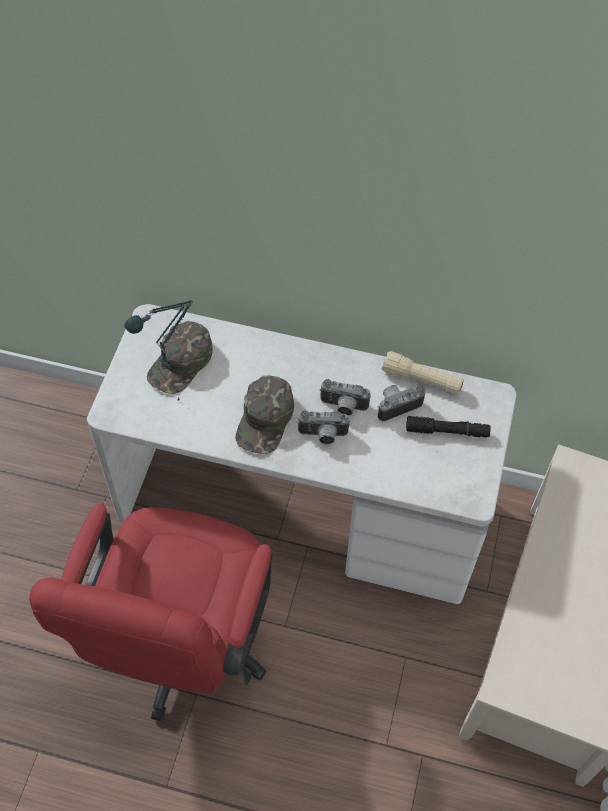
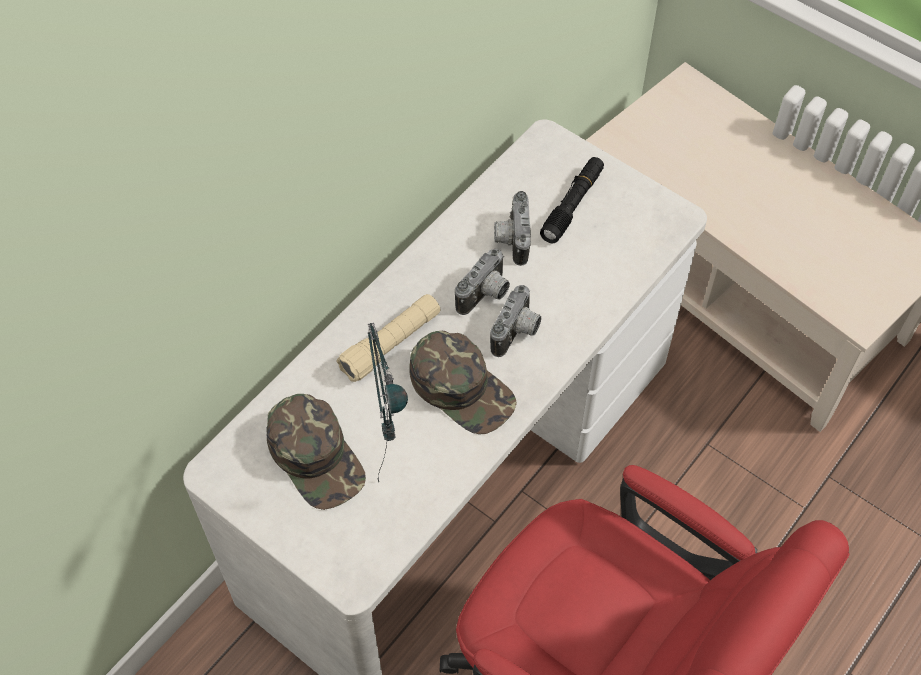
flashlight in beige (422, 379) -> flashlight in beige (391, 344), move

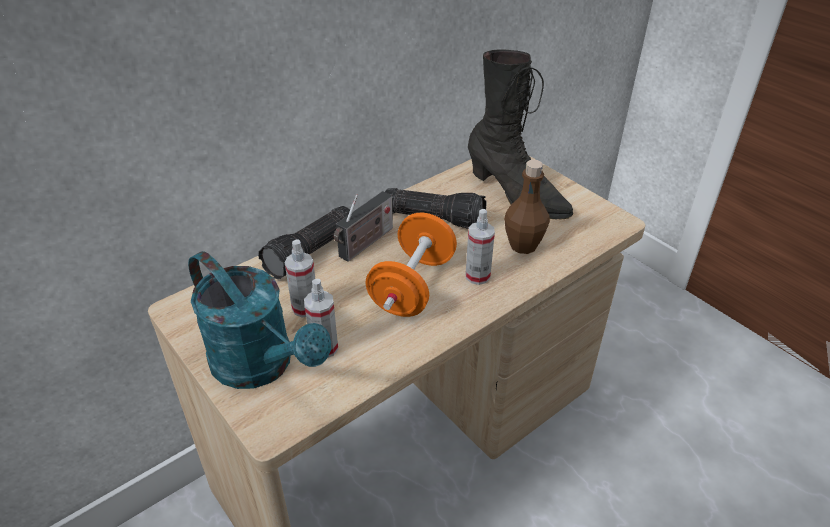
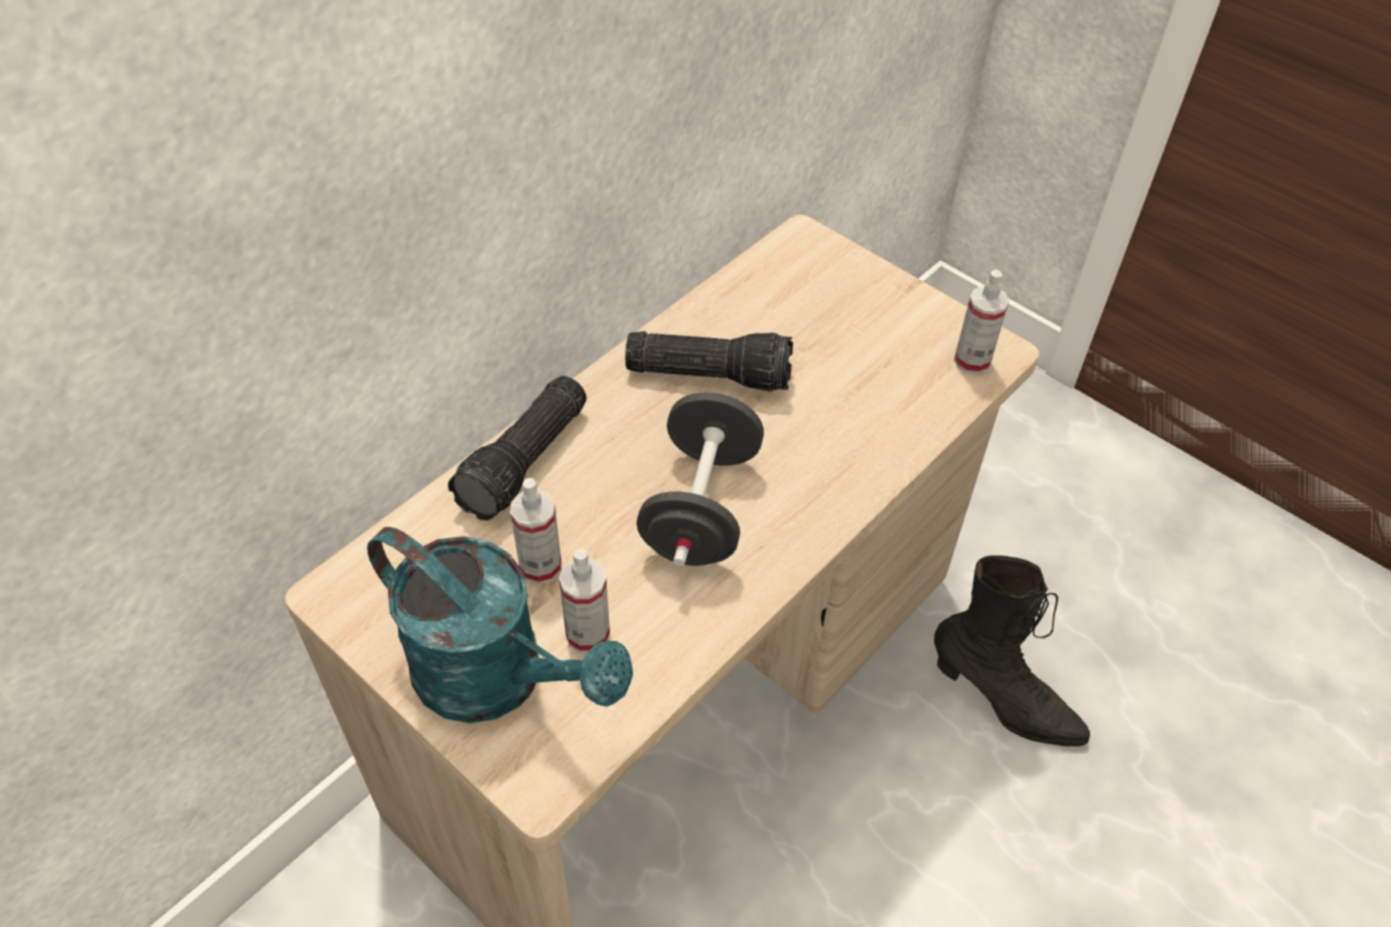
radio (364, 244) -> none
dumbbell in orange (412, 286) -> dumbbell in black (701, 507)
spray bottle (477, 276) -> spray bottle (972, 361), move
boot in black (516, 196) -> boot in black (1003, 702), move
bottle in brown (523, 245) -> none

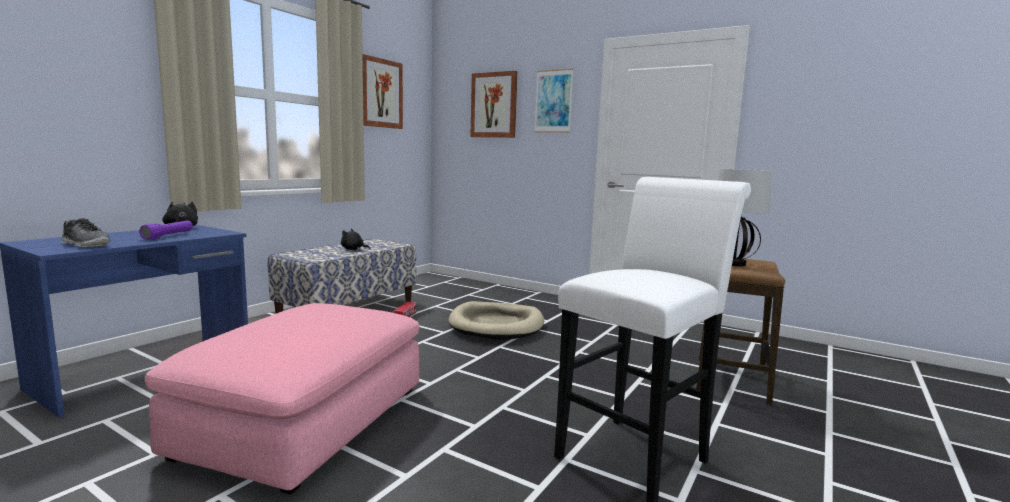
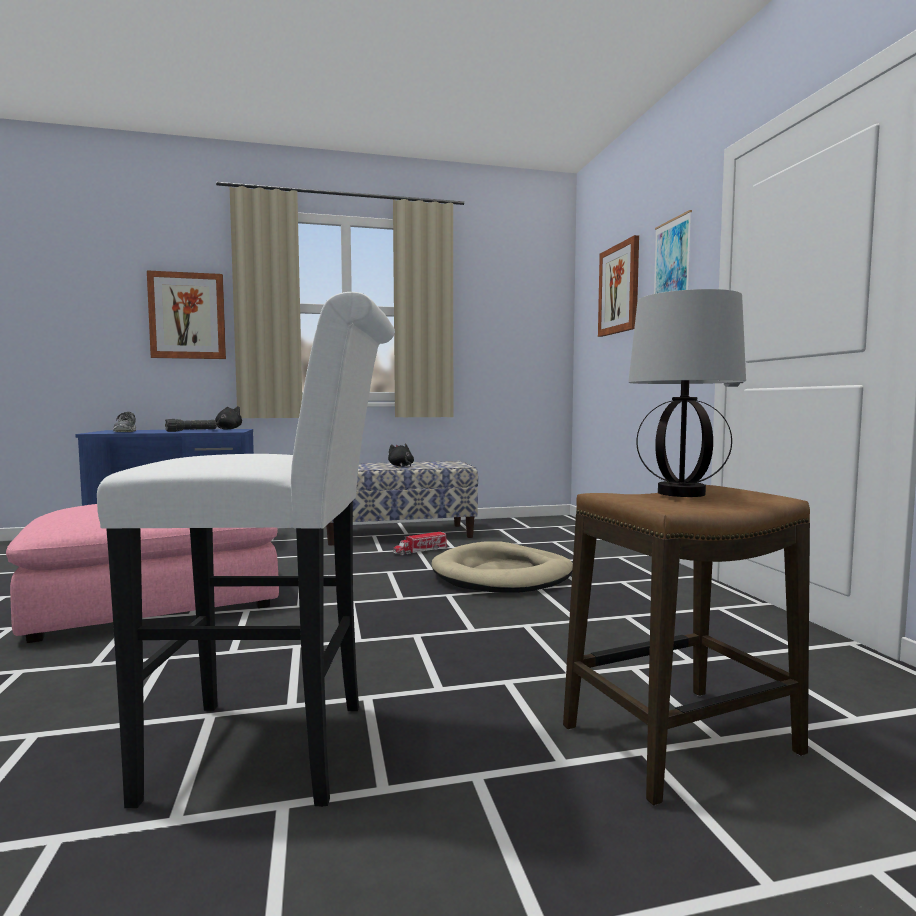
flashlight in purple (168, 236) -> flashlight in black (191, 431)
picture (381, 93) -> picture (187, 316), move

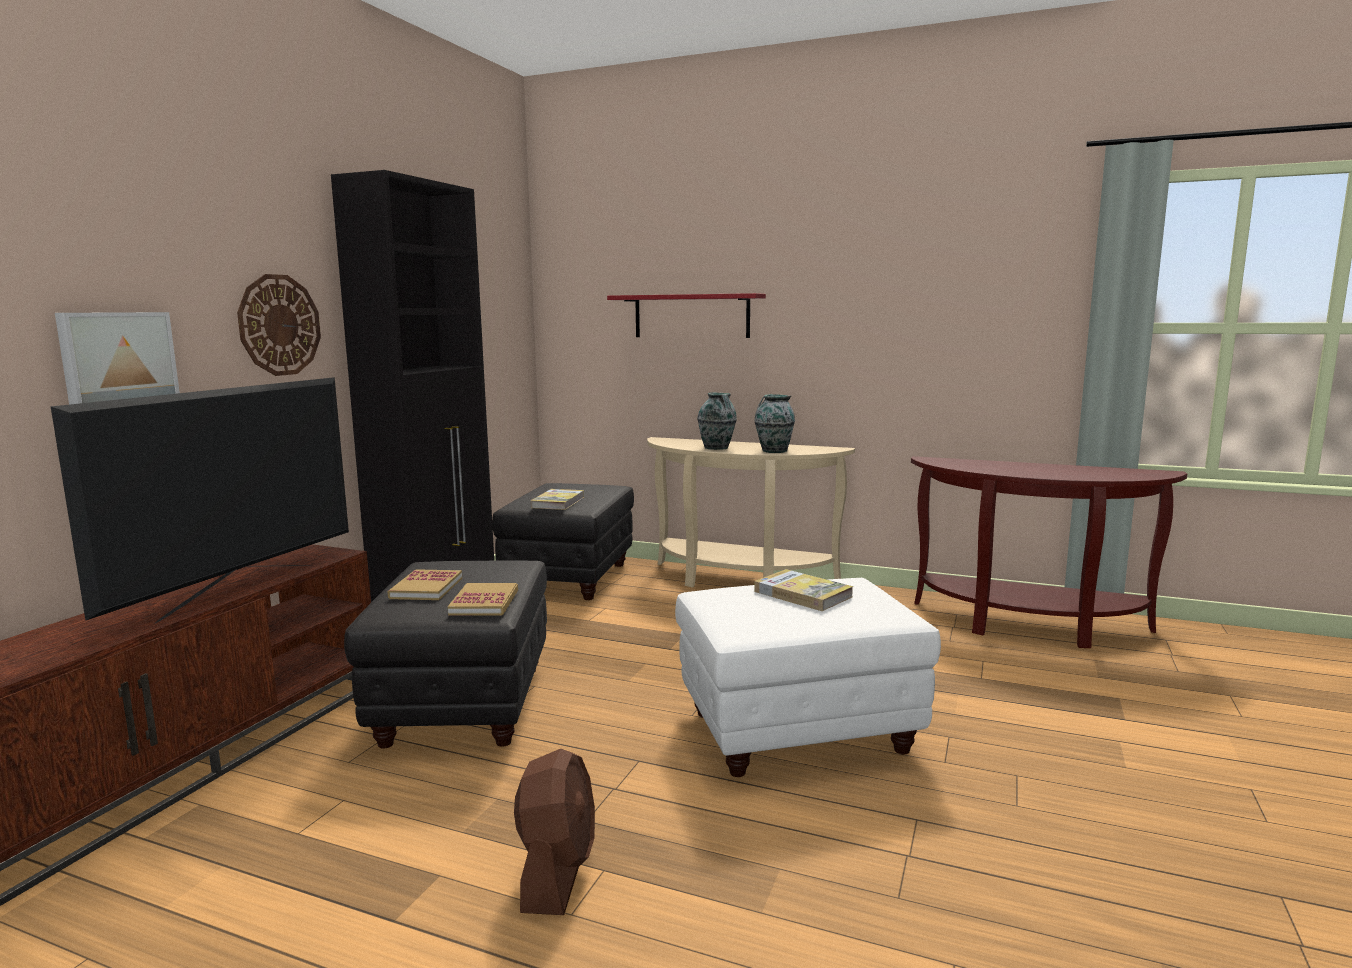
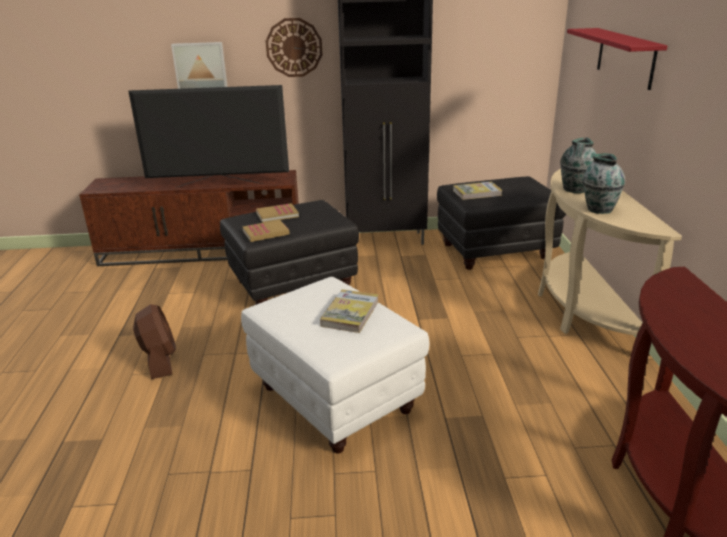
fan in brown (557, 871) -> fan in brown (160, 360), 90 degrees counterclockwise

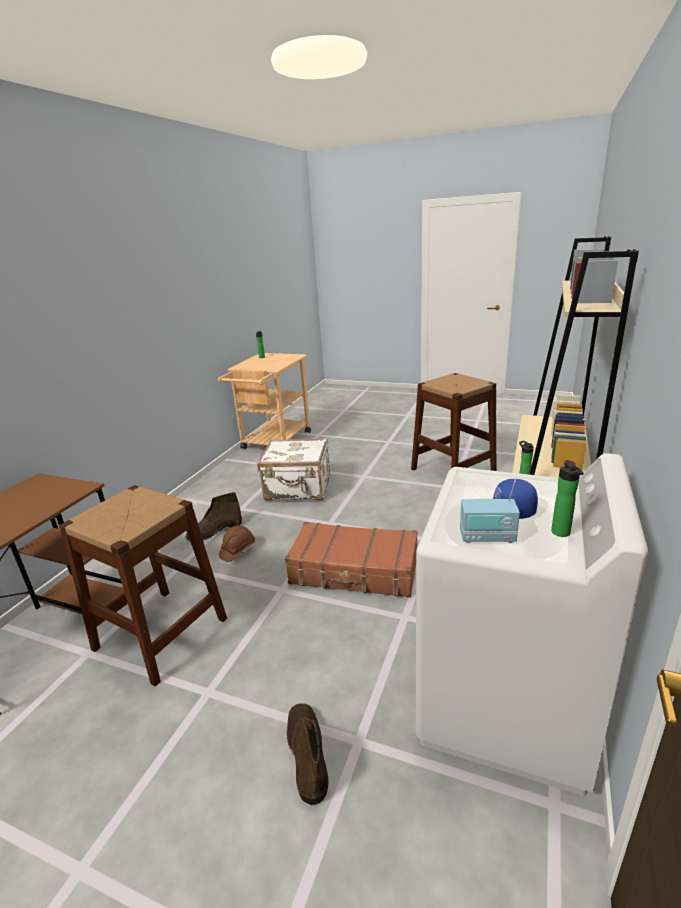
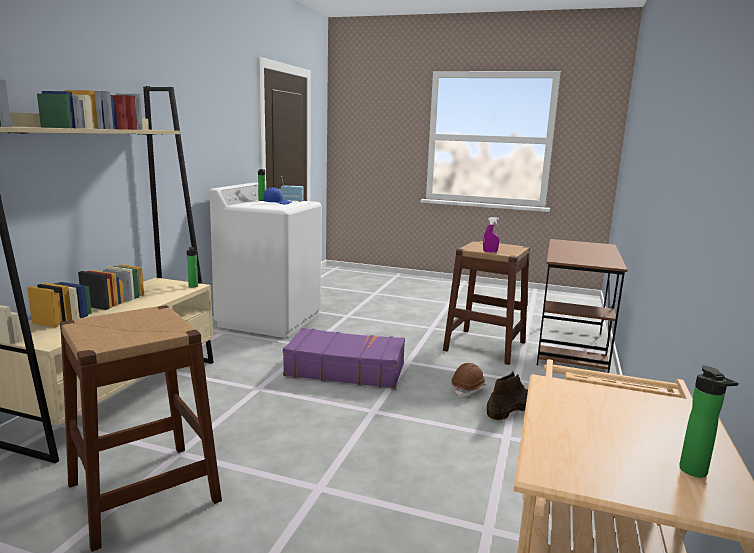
suitcase in white (298, 489) -> none
suitcase in brown (354, 571) -> suitcase in purple (345, 369)
boot in brown (307, 753) -> none
none -> spray bottle in purple (490, 252)

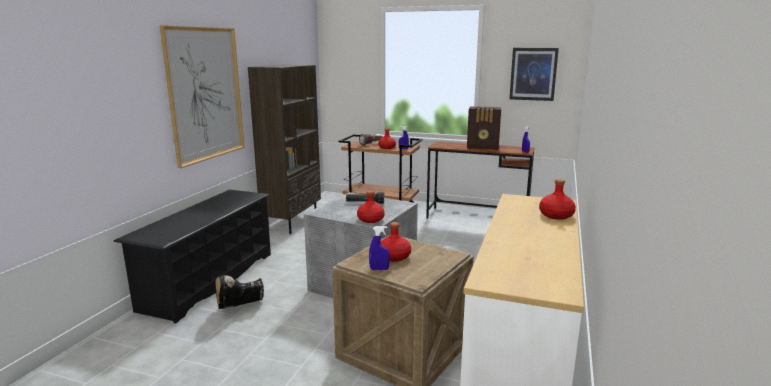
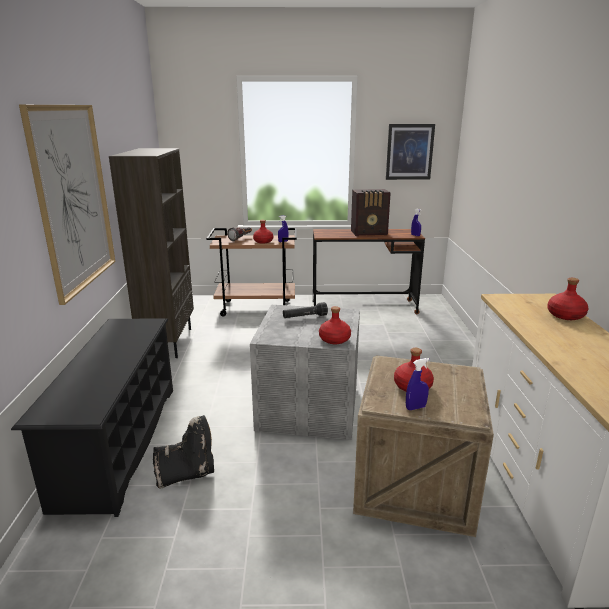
boot in black (239, 308) -> boot in black (188, 474), 150 degrees counterclockwise

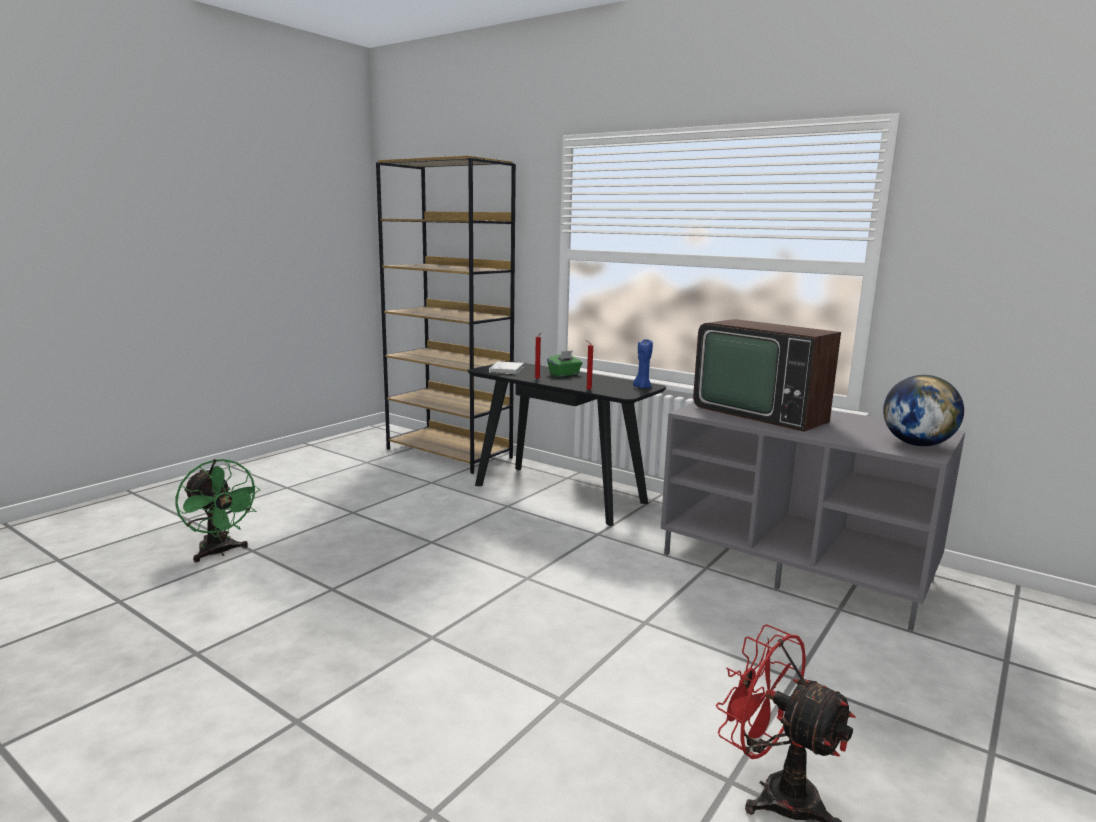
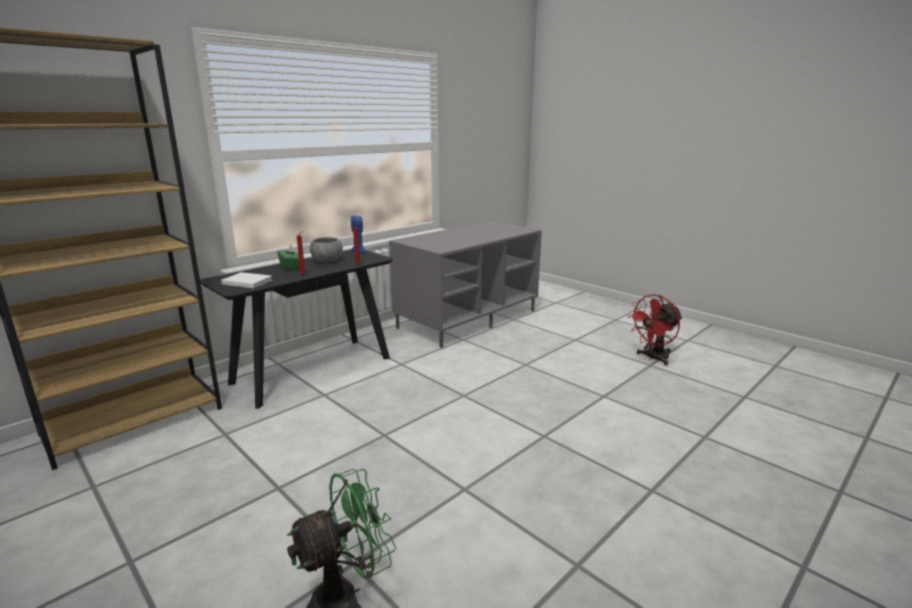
television (761, 412) -> none
globe (917, 444) -> none
none -> bowl in grey (327, 261)

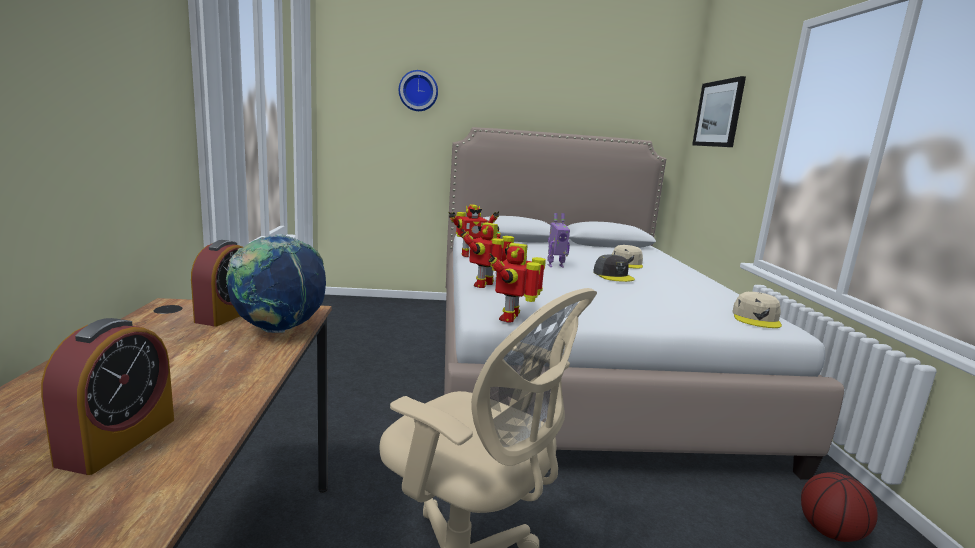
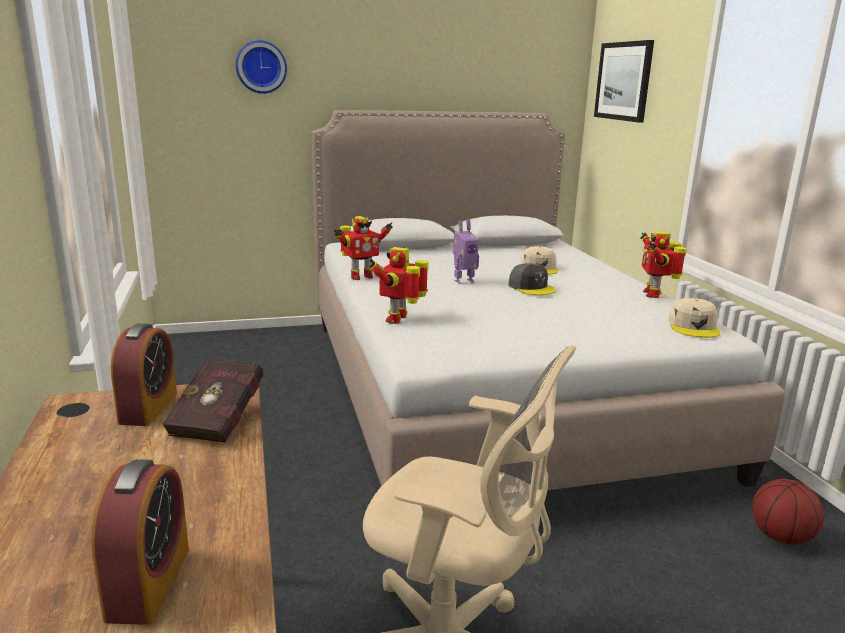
globe (278, 330) -> book in red (221, 420)
toy robot (512, 318) -> toy robot (653, 294), move

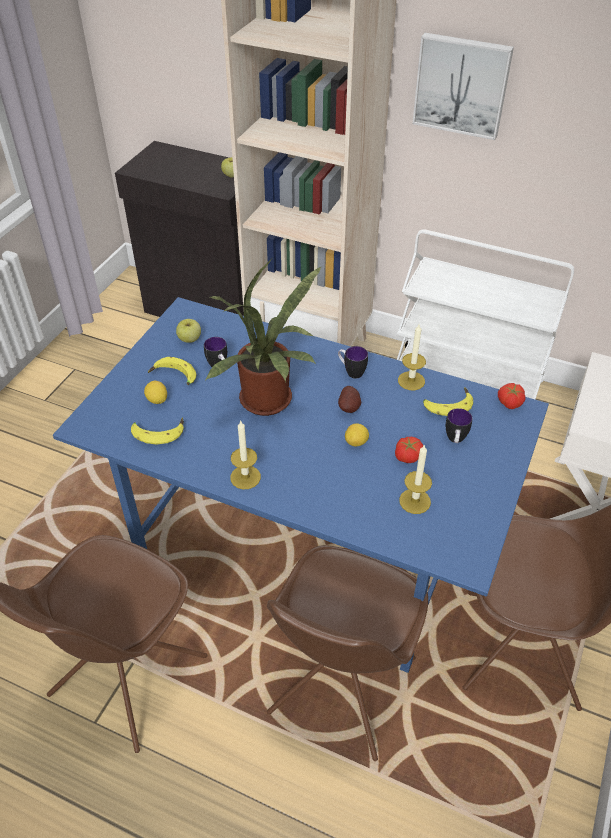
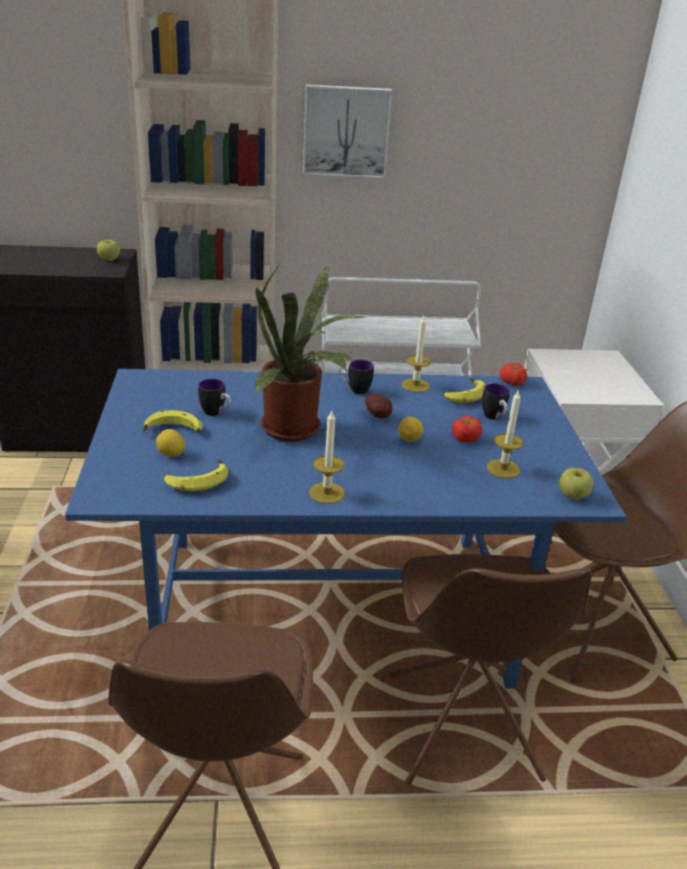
apple (190, 339) -> apple (573, 496), move

